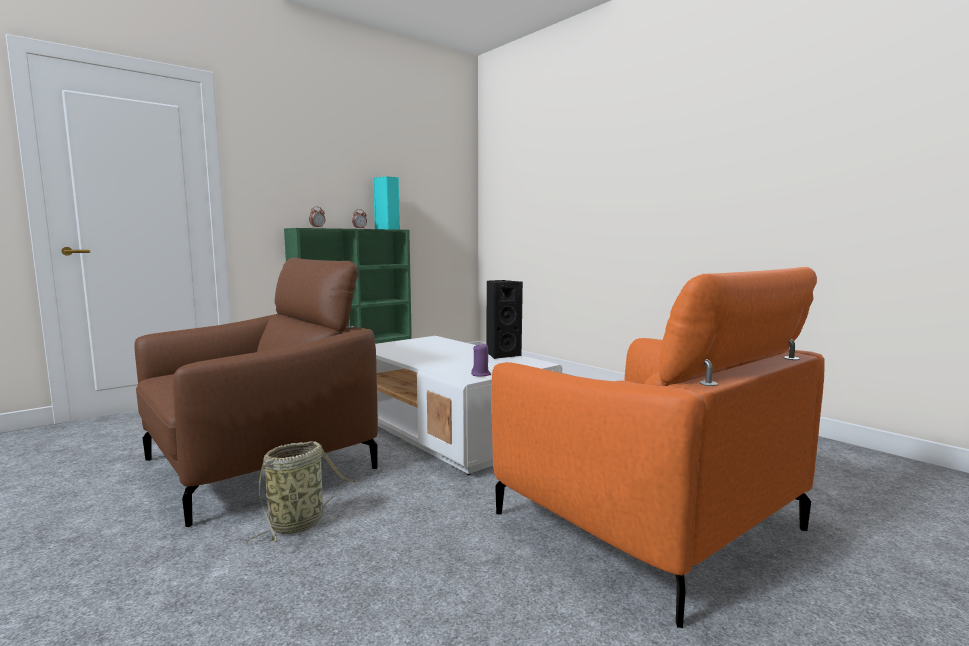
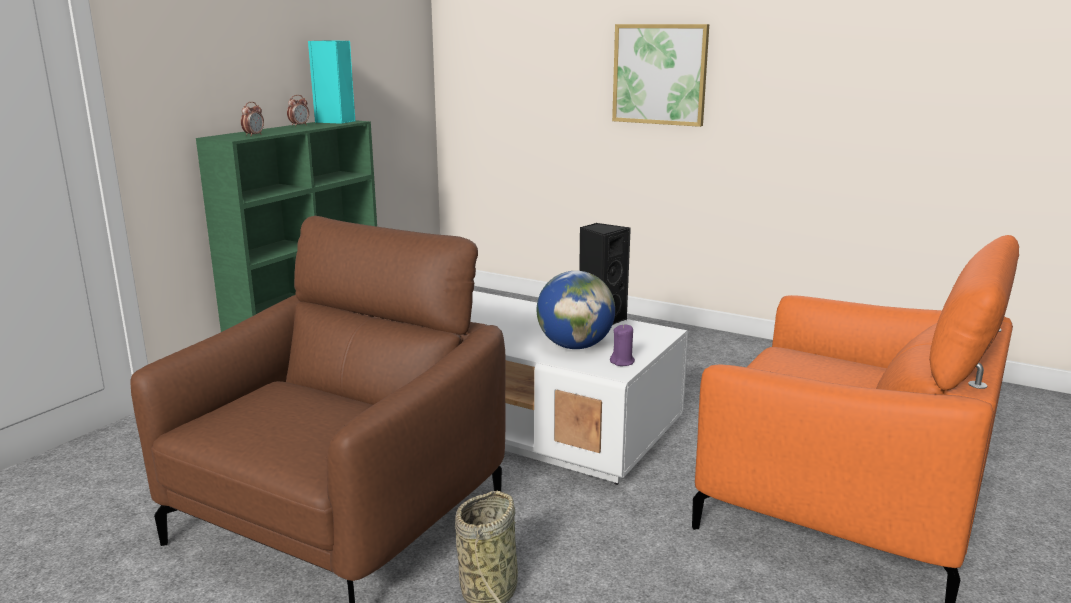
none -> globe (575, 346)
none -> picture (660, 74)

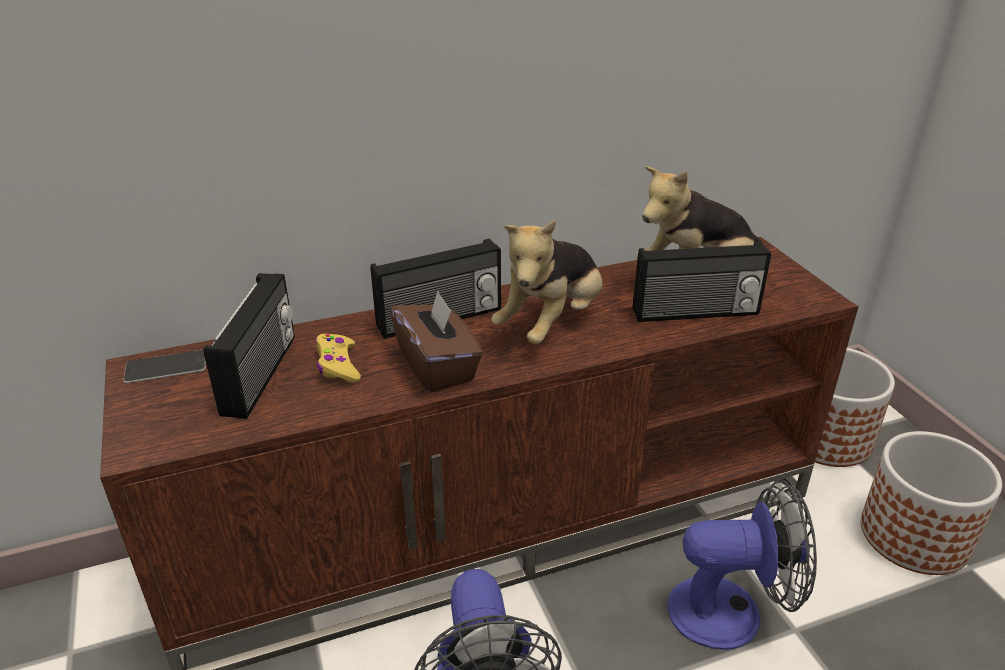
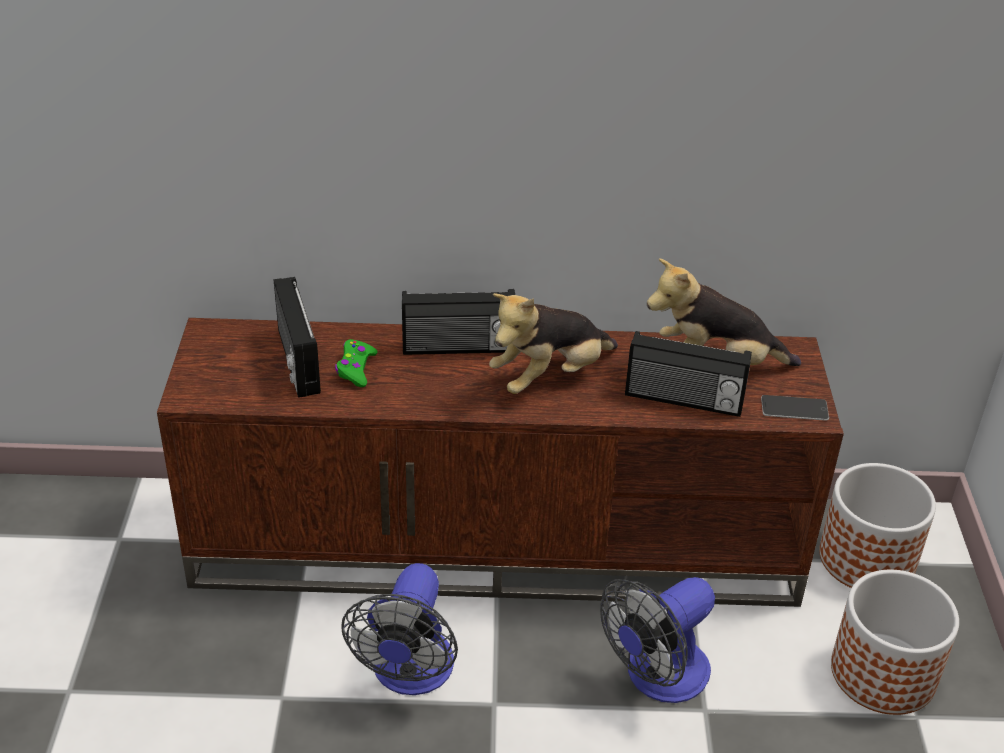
phone (165, 367) -> phone (794, 408), move
radio (262, 374) -> radio (296, 361), 135 degrees clockwise
game controller in yellow (338, 365) -> game controller in green (356, 369)
tissue box in brown (437, 367) -> none
fan (731, 611) -> fan (657, 678), 120 degrees clockwise

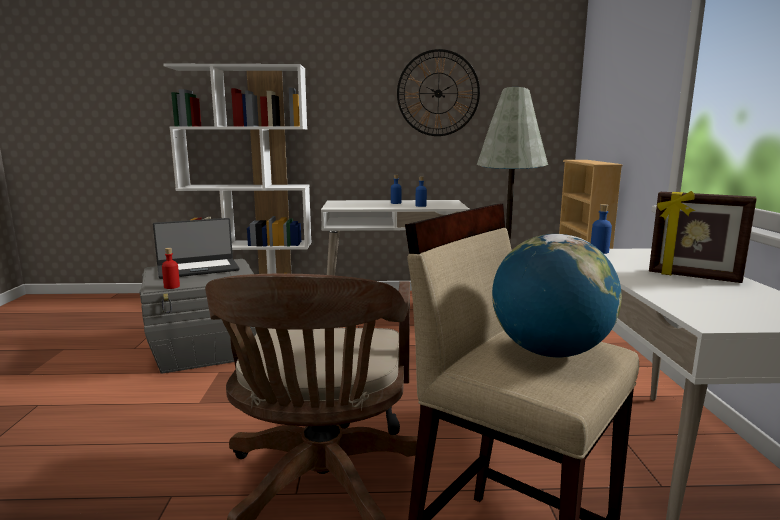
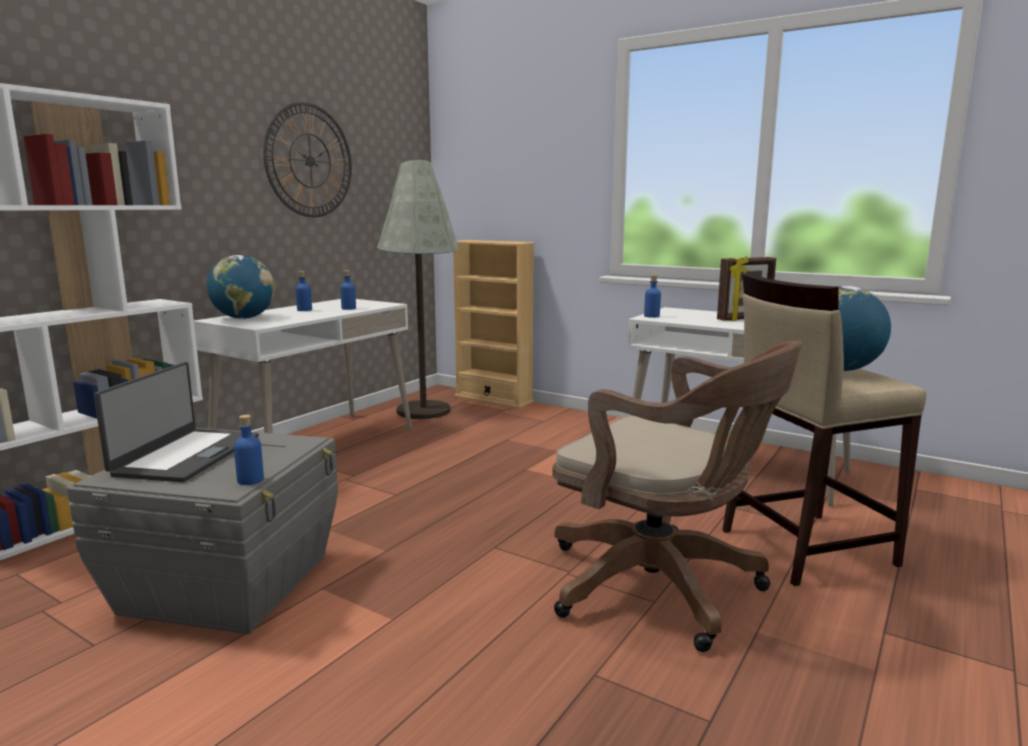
bottle in red (172, 286) -> bottle in blue (250, 480)
none -> globe (244, 318)

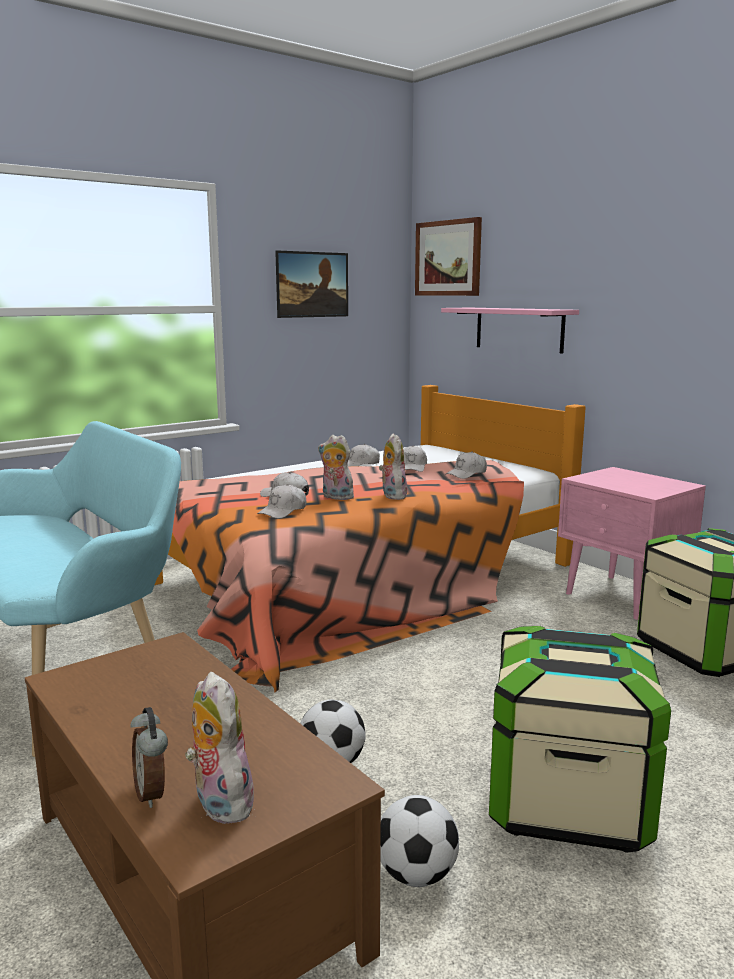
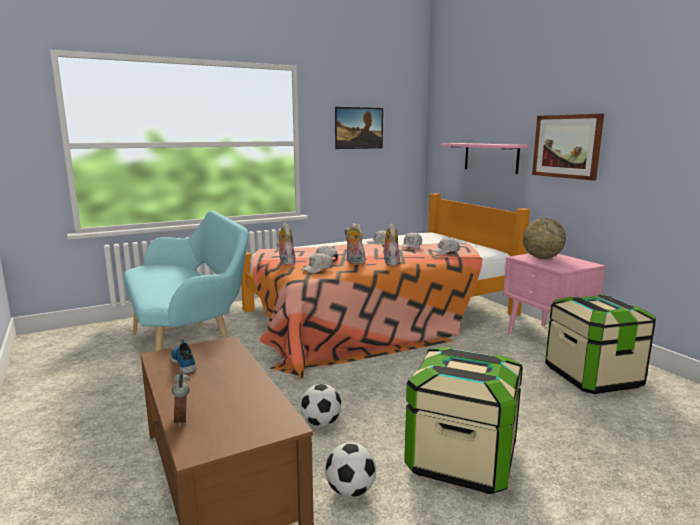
plush toy (219, 803) -> plush toy (285, 262), move
picture (448, 258) -> picture (566, 146), move
none -> shoe (184, 362)
none -> globe (542, 257)

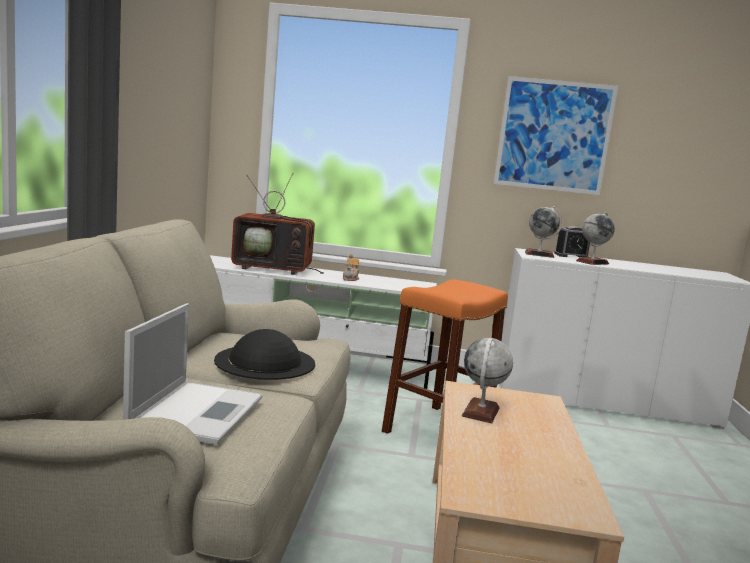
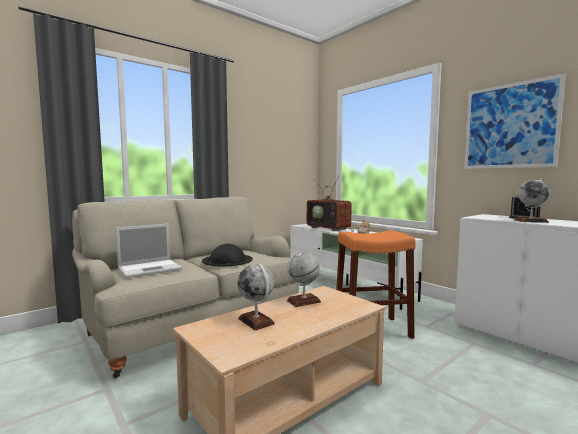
globe (539, 254) -> globe (256, 321), move

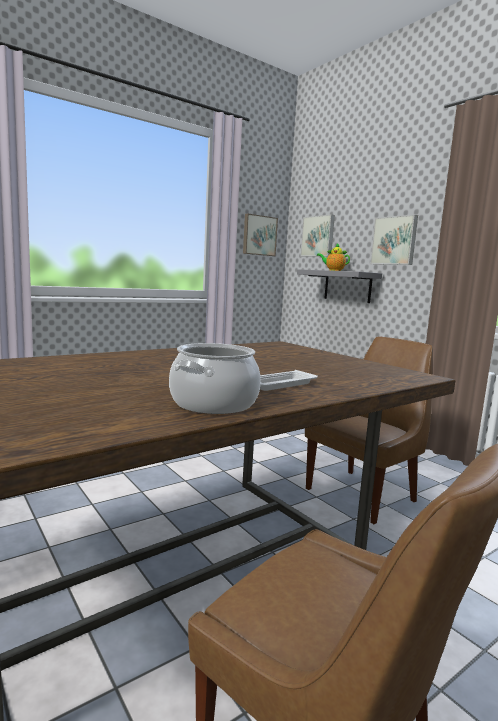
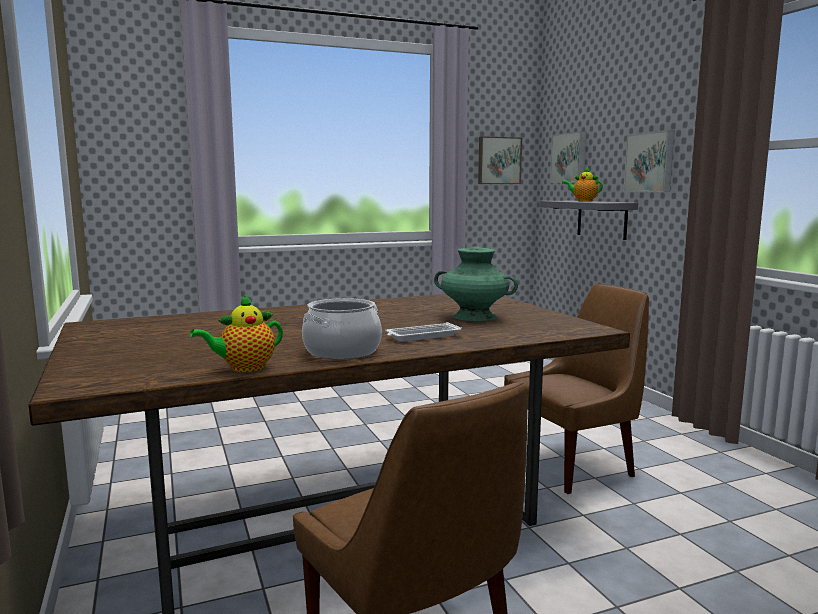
none -> teapot (244, 368)
none -> vase in green (474, 317)

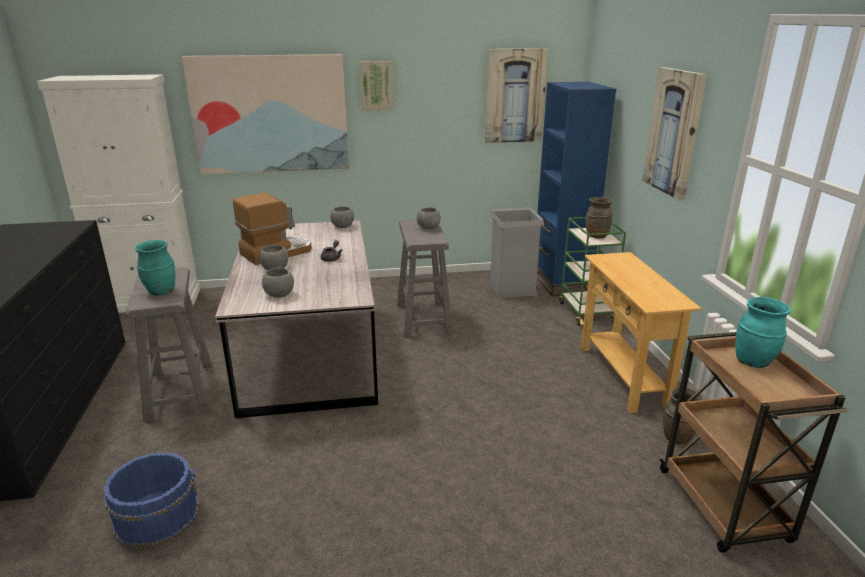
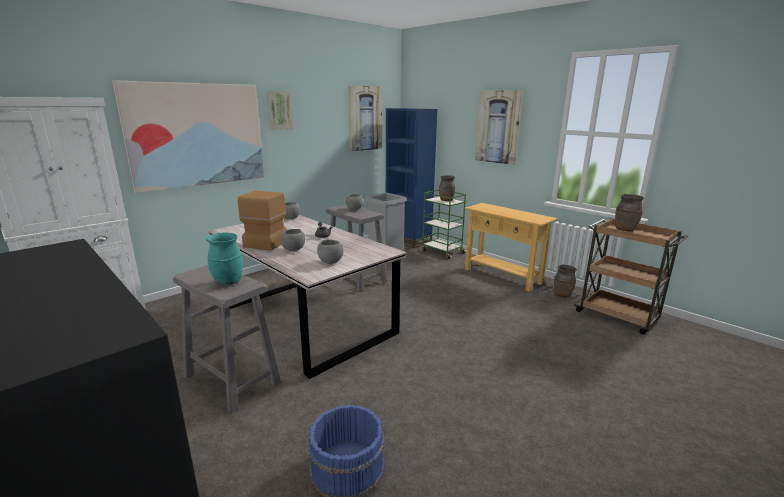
vase in turquoise (753, 361) -> vase in brown (625, 229)

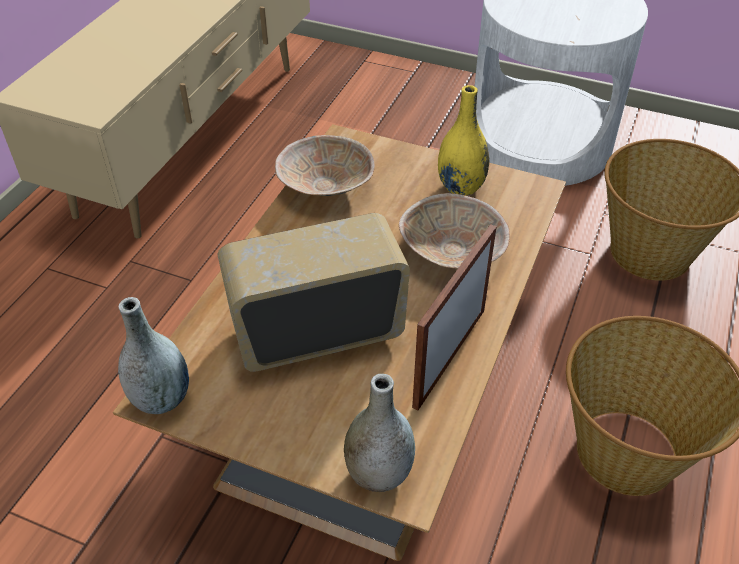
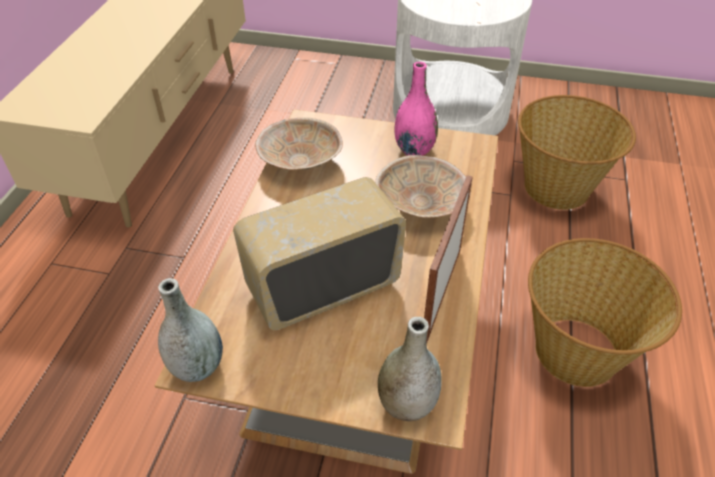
vase in yellow (460, 187) -> vase in pink (414, 150)

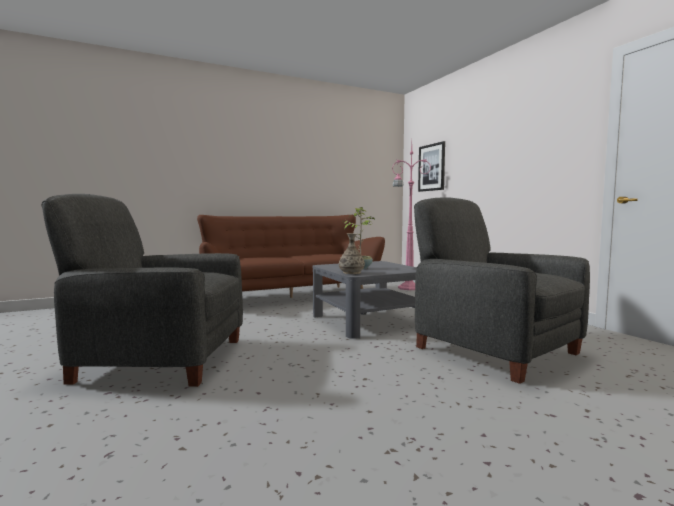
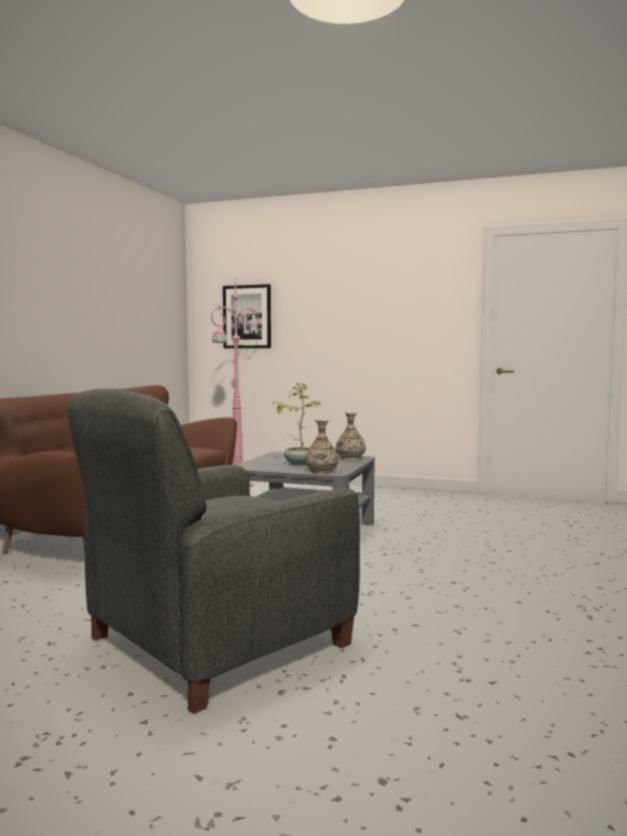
armchair in grey (493, 349) -> none
none -> vase (350, 458)

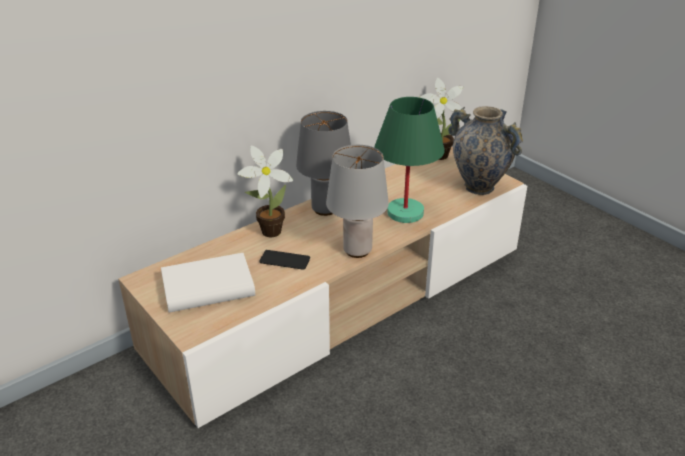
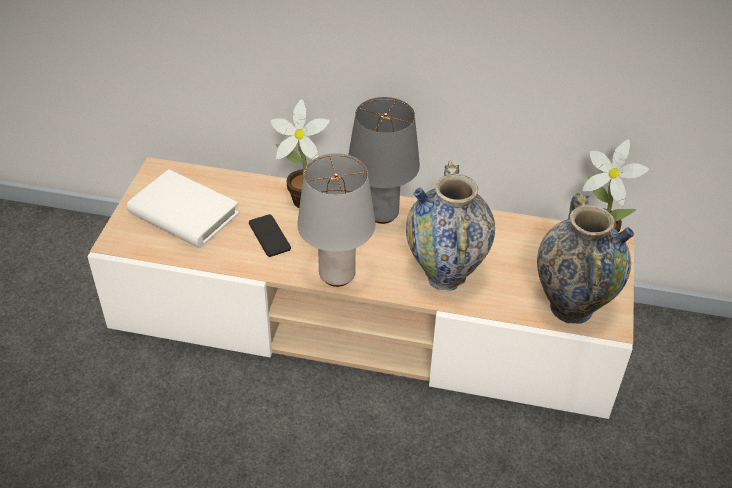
table lamp in green (406, 213) -> vase (445, 275)

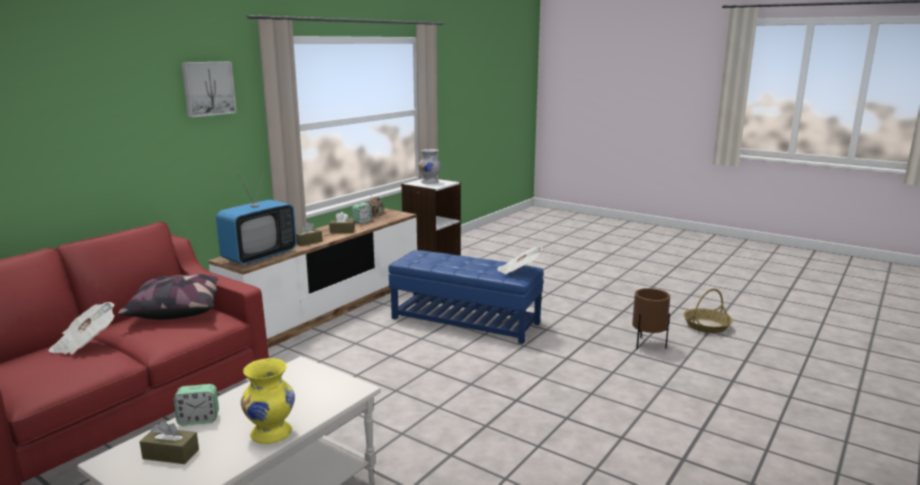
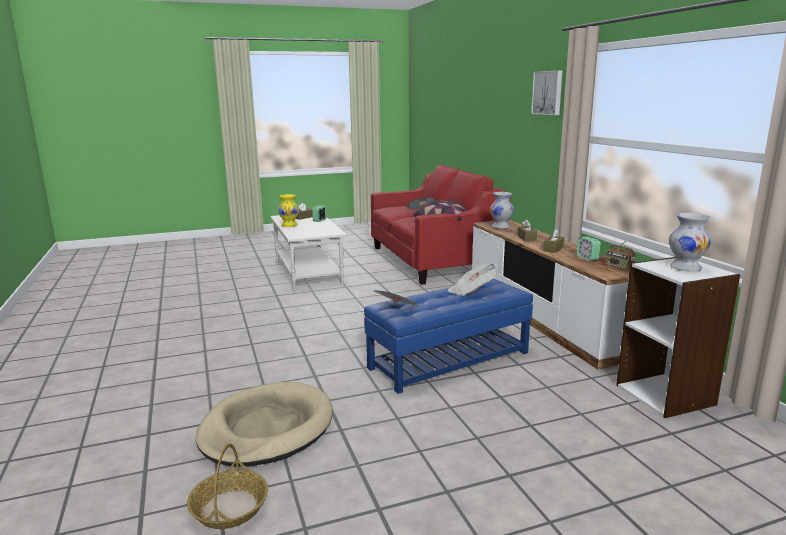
television (259, 256) -> vase in white (501, 227)
planter in brown (648, 345) -> dog bed in beige (266, 428)
none -> newspaper (472, 291)

